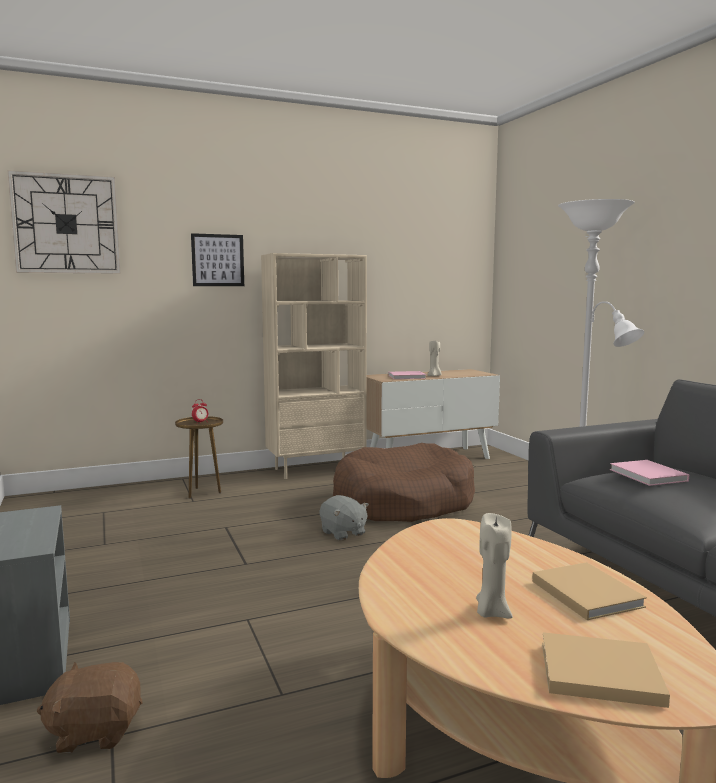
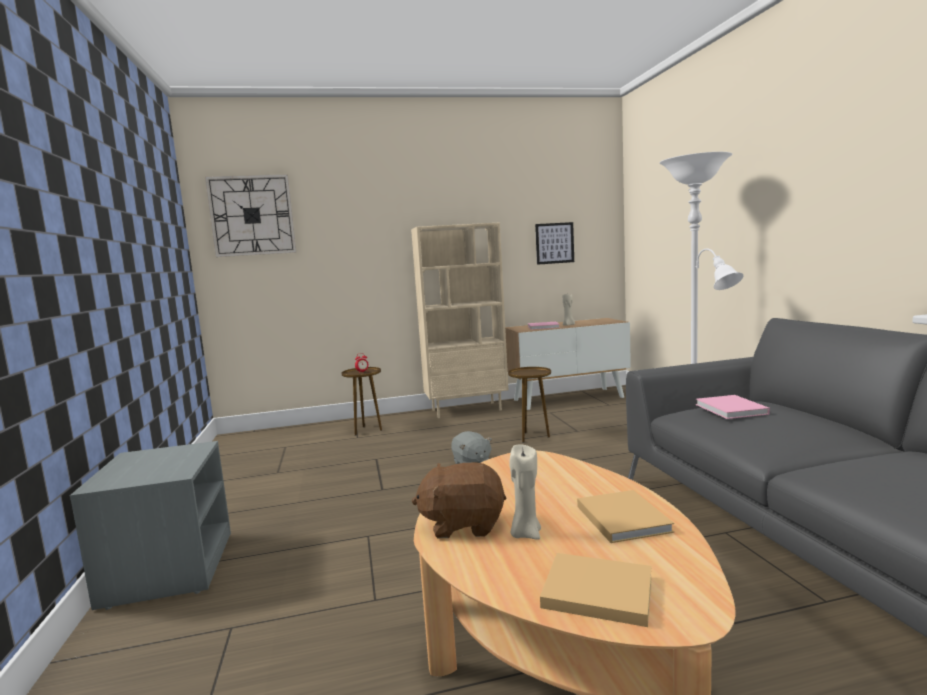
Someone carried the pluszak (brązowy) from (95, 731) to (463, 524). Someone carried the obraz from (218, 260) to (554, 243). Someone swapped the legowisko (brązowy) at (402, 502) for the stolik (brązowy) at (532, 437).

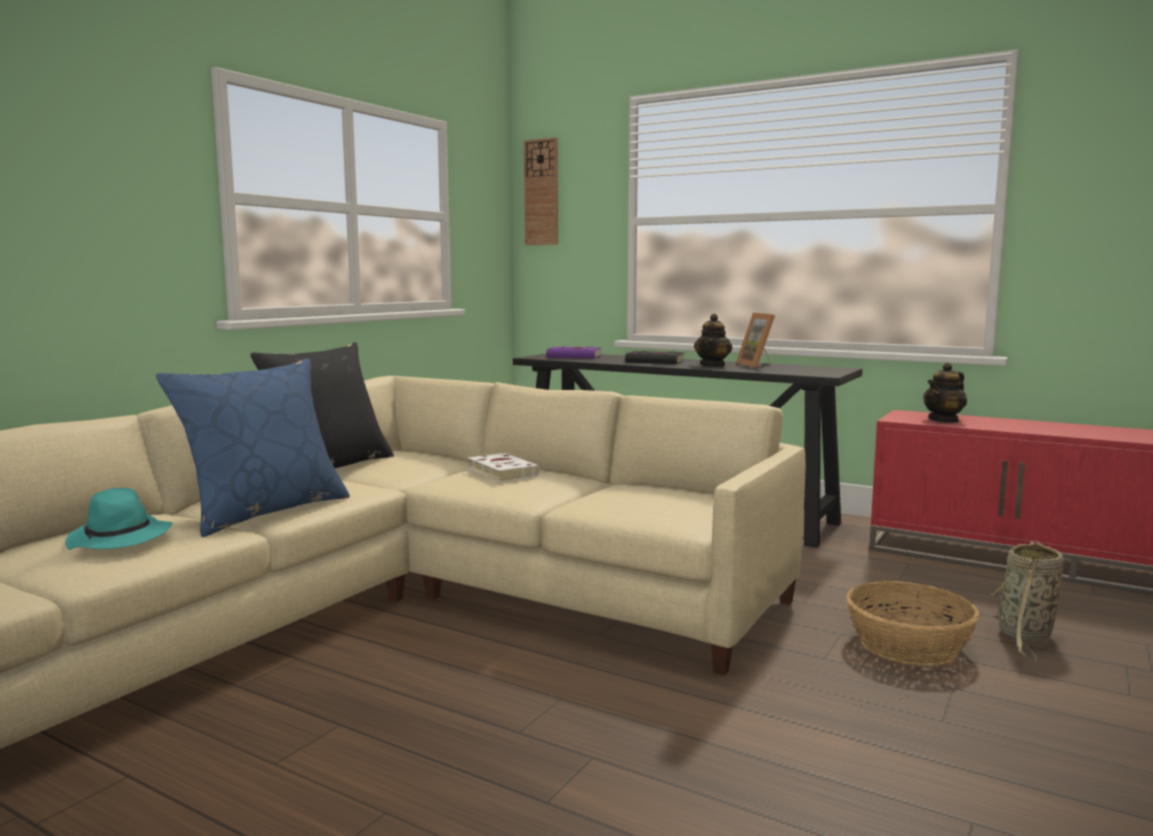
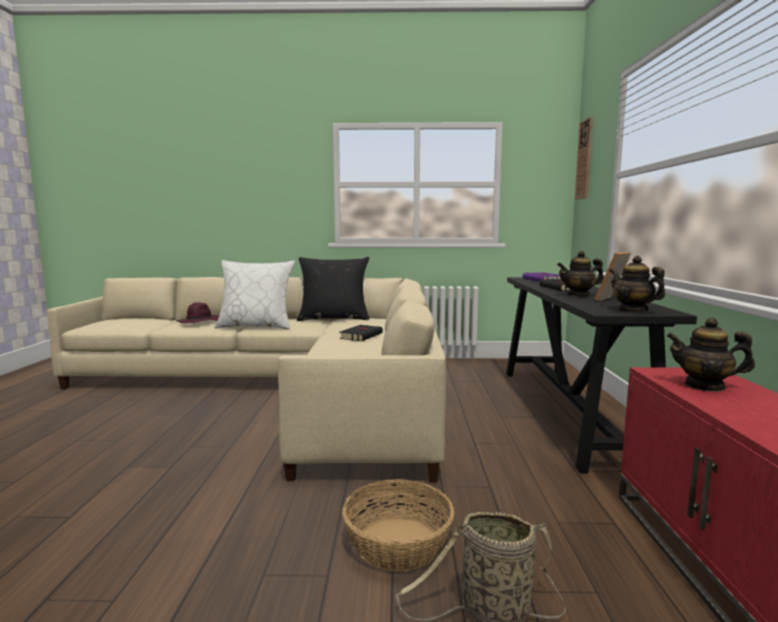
Someone repainted the kapelusz (turkusowy) at (120, 539), which became the kapelusz (fioletowy) at (199, 322). Someone repainted the poduszka (niebieski) at (264, 511), which became the poduszka (biały) at (256, 326). Someone repainted the książka (biały) at (501, 472), which became the książka (czarny) at (361, 336). Someone put down the imbryk at (633, 310).

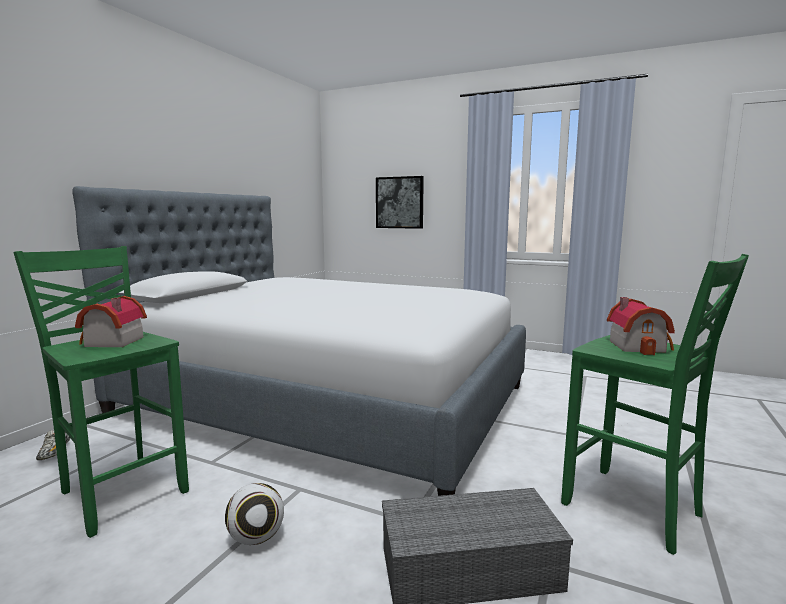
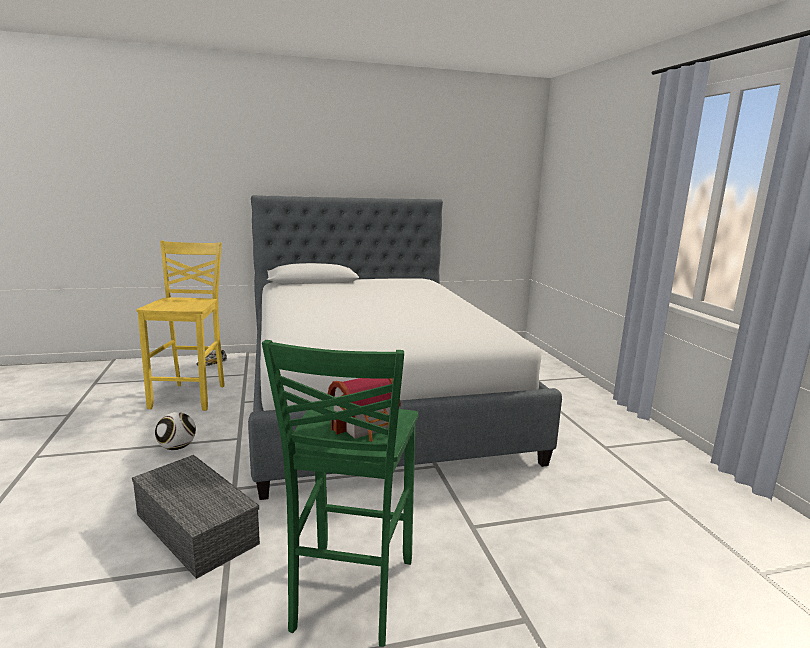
Someone repainted the stołek (zielony) at (122, 492), which became the stołek (żółty) at (191, 396). Someone took away the domek at (110, 342). Someone took away the obraz at (399, 202).

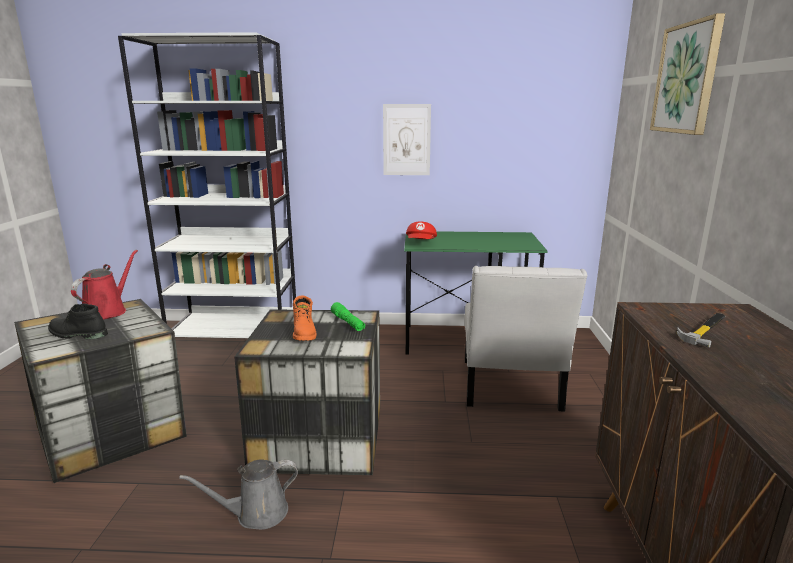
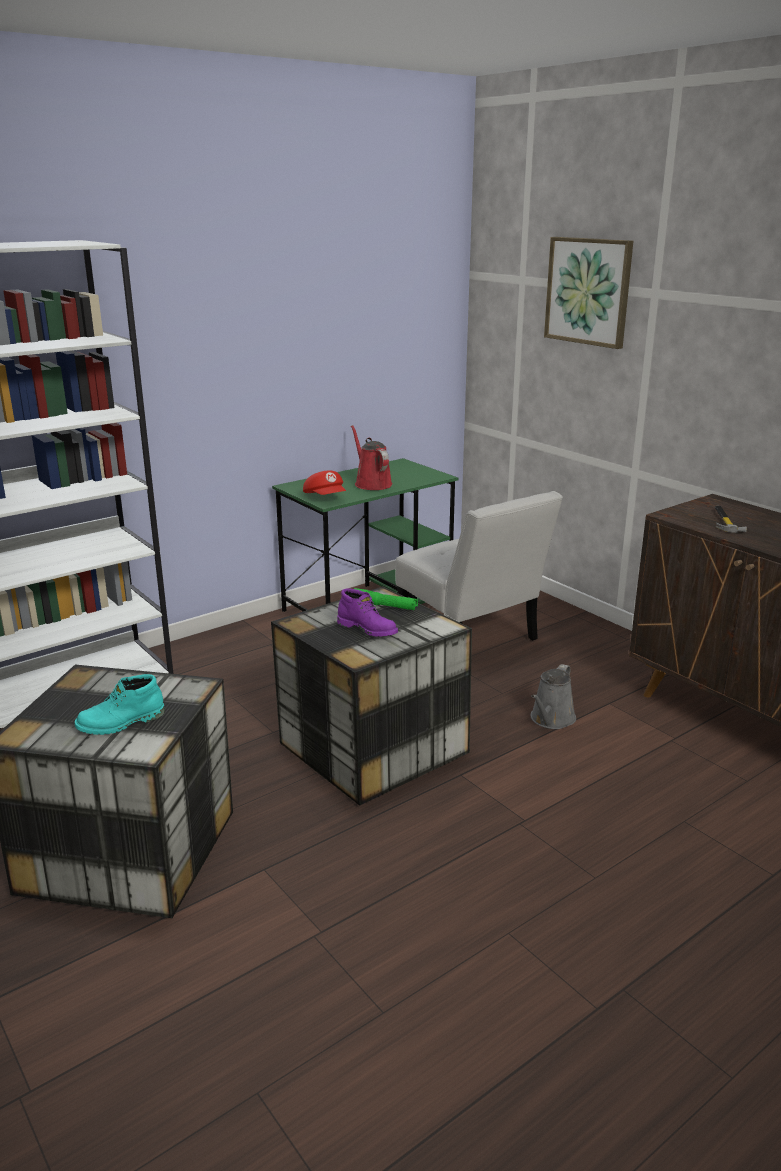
Someone repainted the but z cholewką (czarny) at (77, 334), which became the but z cholewką (turkusowy) at (121, 723). Someone carried the konewka (czerwony) from (107, 311) to (371, 483). Someone carried the konewka (szary) from (256, 513) to (551, 719). Someone repainted the but z cholewką (pomarańczowy) at (304, 332), which became the but z cholewką (fioletowy) at (368, 629). Someone took away the obraz at (406, 140).

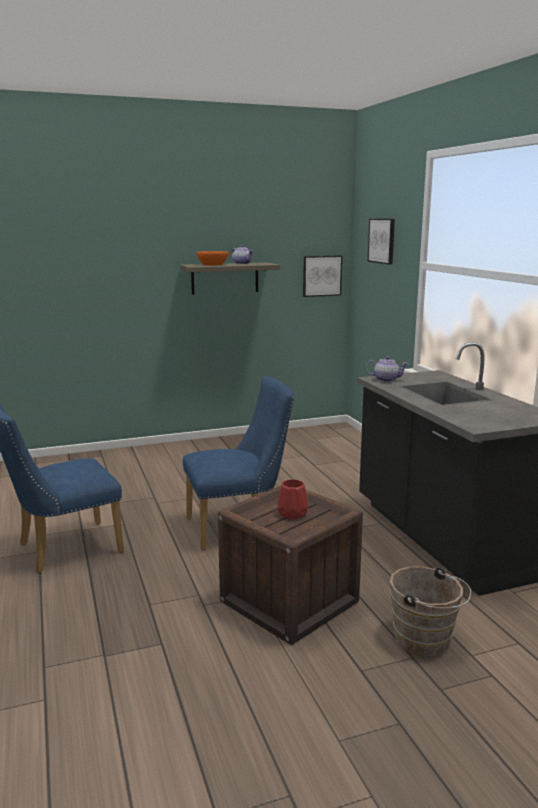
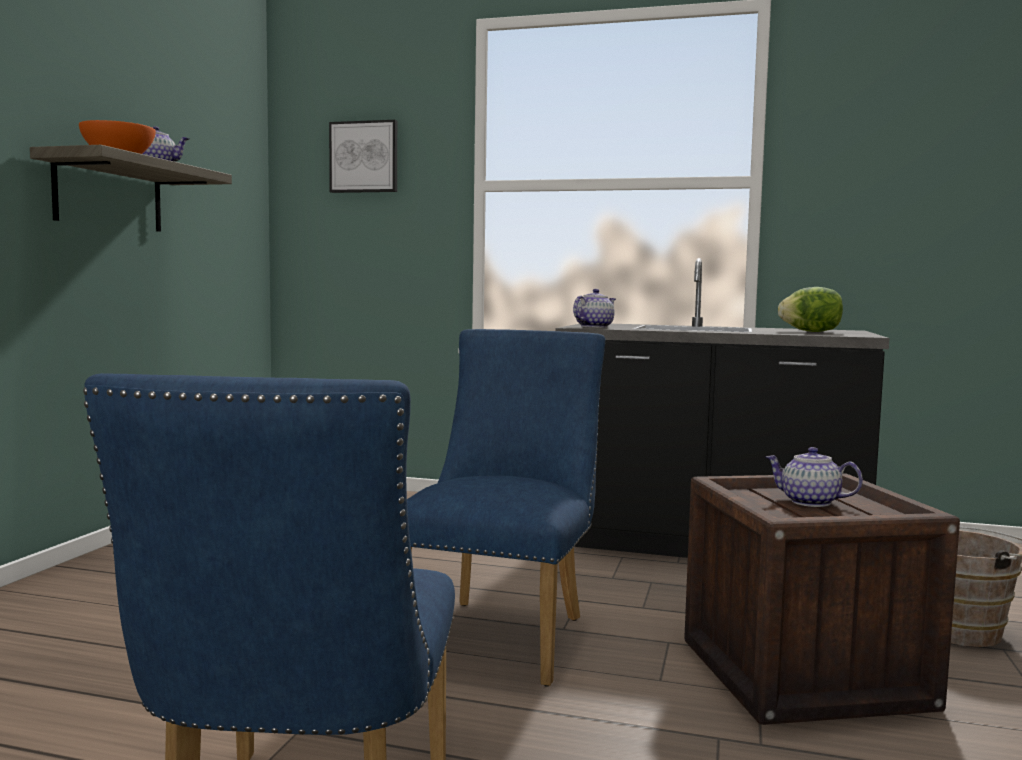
Someone swapped the wazon (czerwony) at (292, 514) for the imbryk at (809, 502). Someone took away the obraz at (321, 276). Someone put down the sałata at (811, 331).

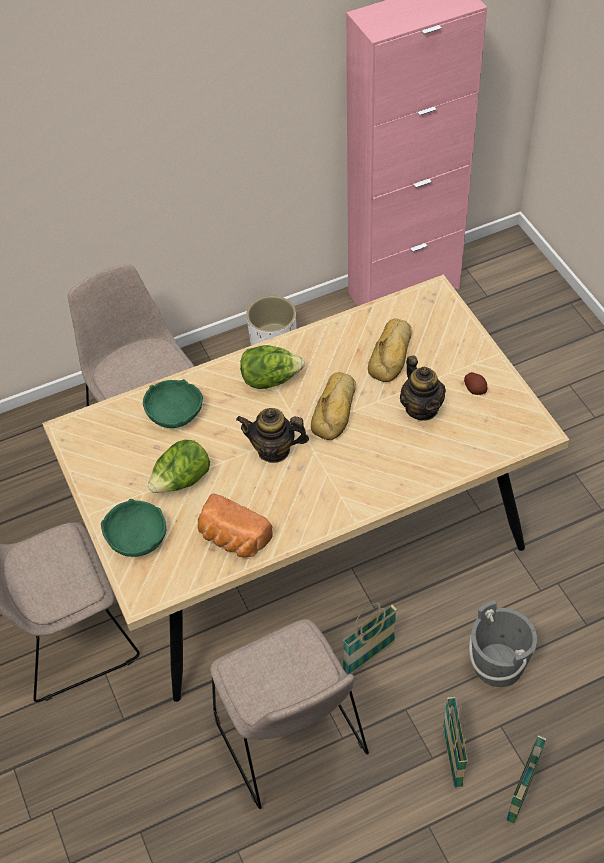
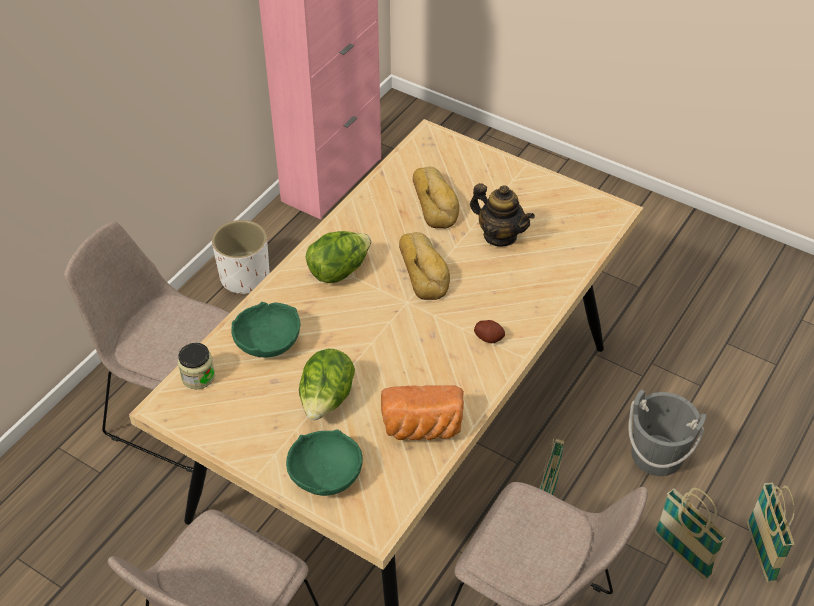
Someone took away the imbryk at (274, 450). Someone carried the ziemniak from (475, 389) to (489, 337). Someone put down the słoik at (198, 377).

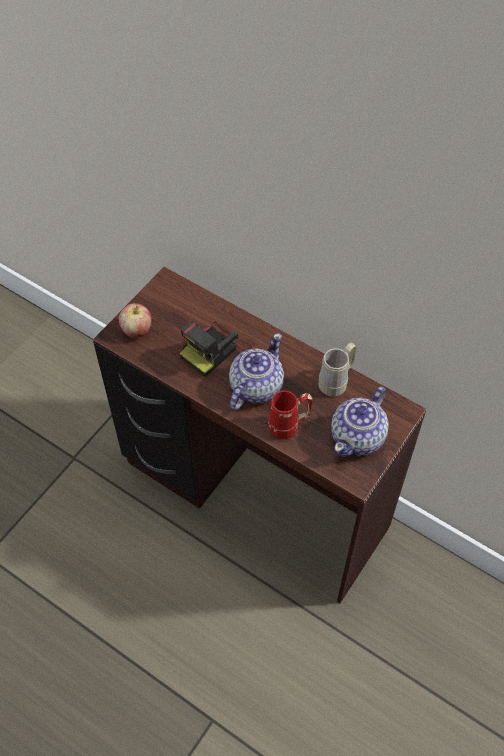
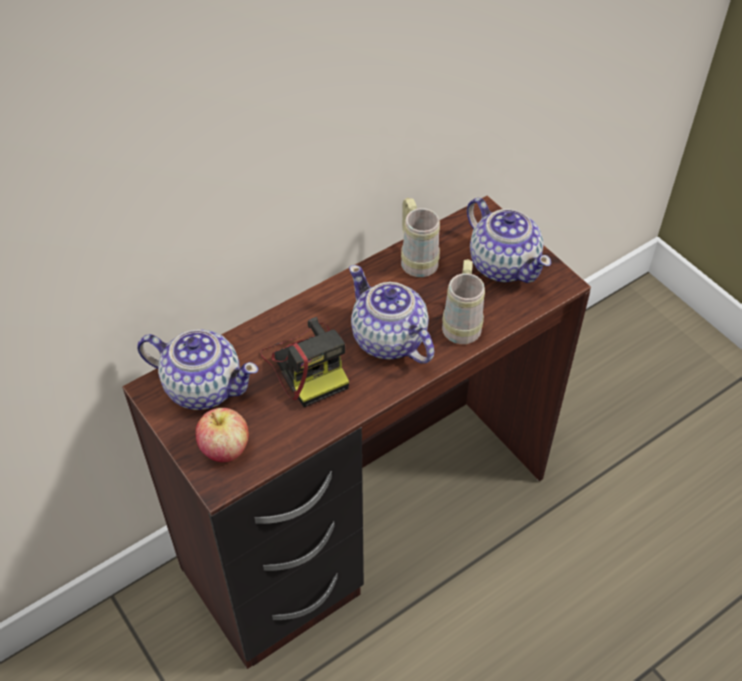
Someone repainted the kubek (czerwony) at (289, 426), which became the kubek (beżowy) at (462, 323). Someone put down the imbryk at (202, 386).

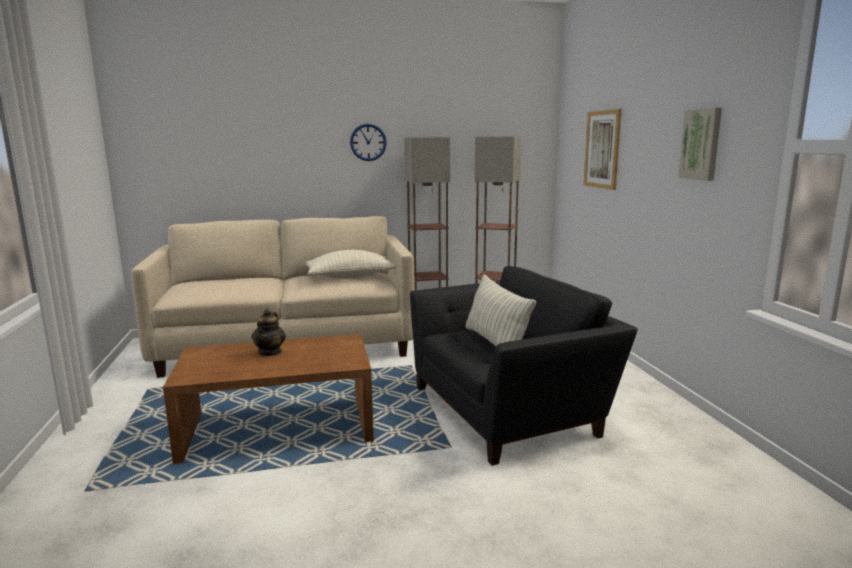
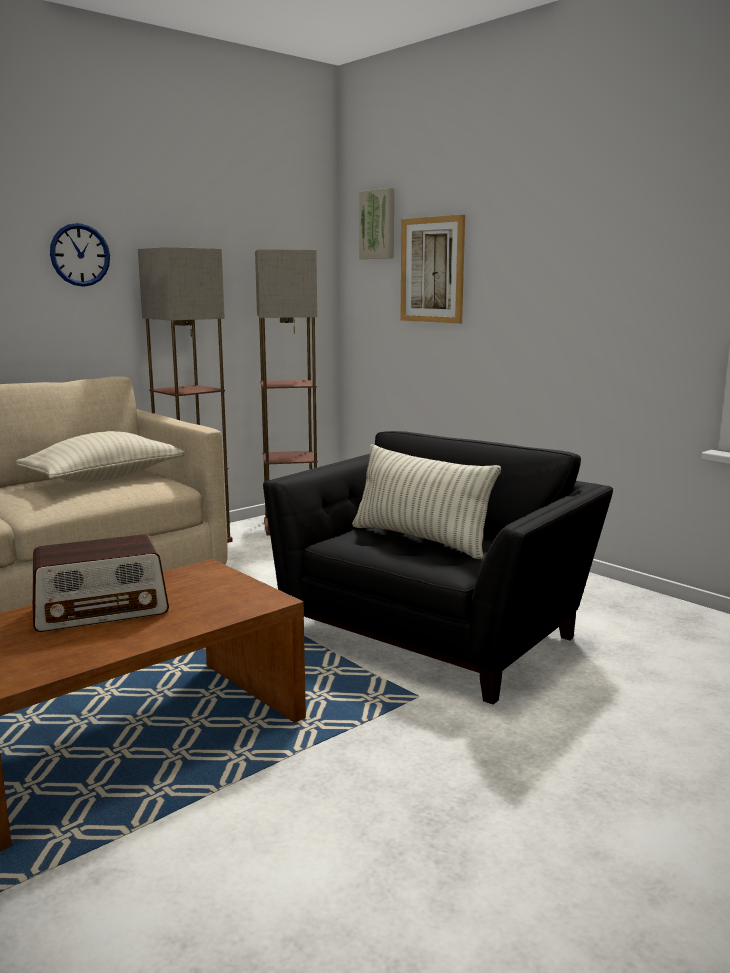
Someone swapped the imbryk at (270, 352) for the radio at (101, 610). Someone carried the obraz from (701, 144) to (378, 224).

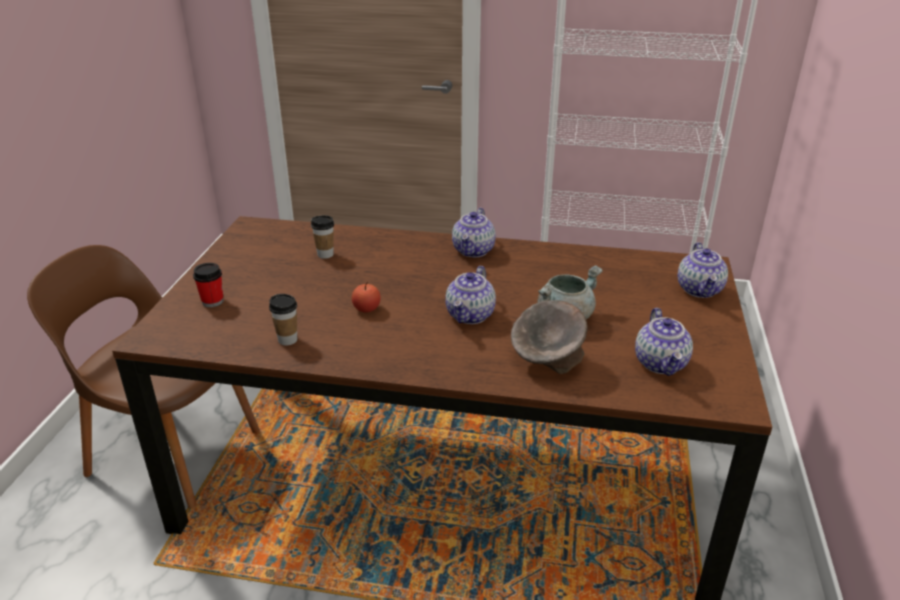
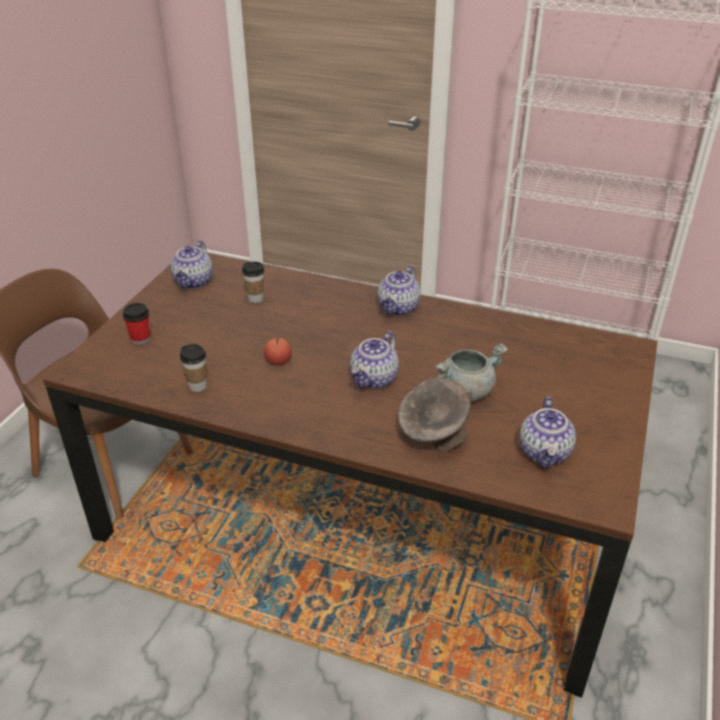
Someone carried the imbryk from (700, 290) to (194, 282).

